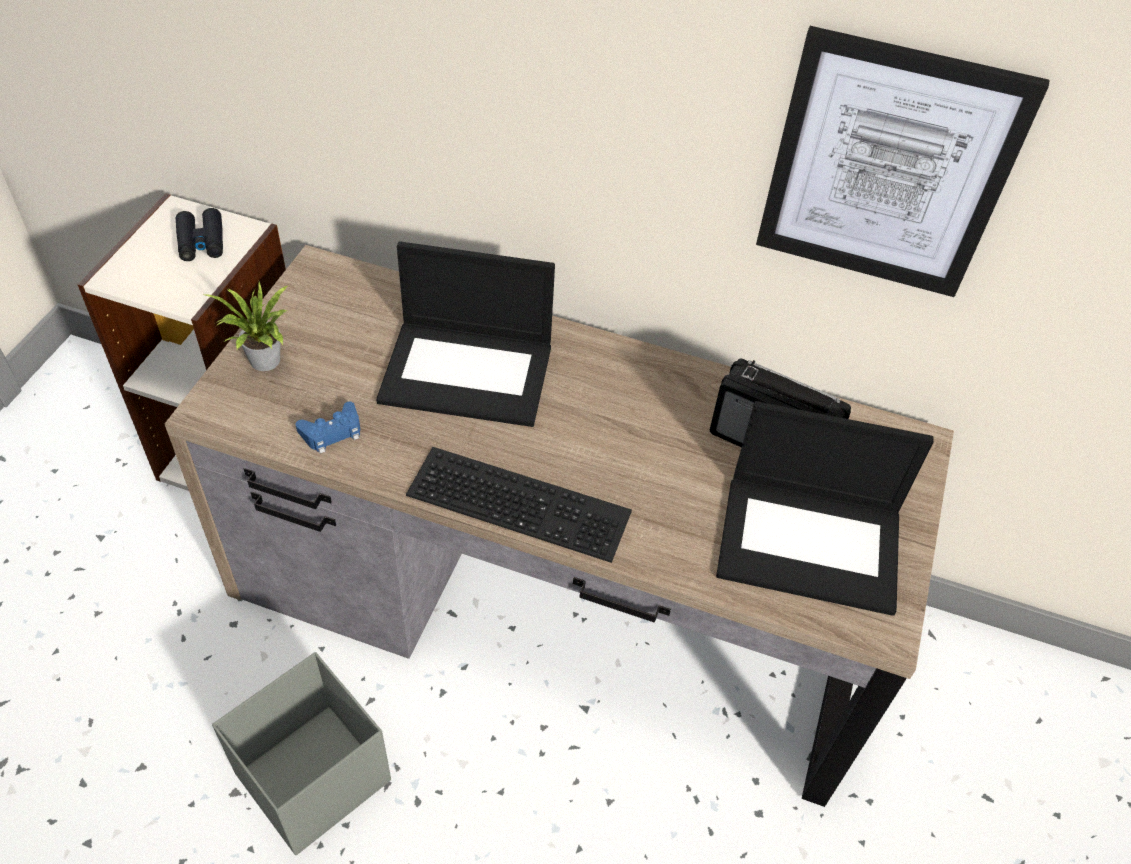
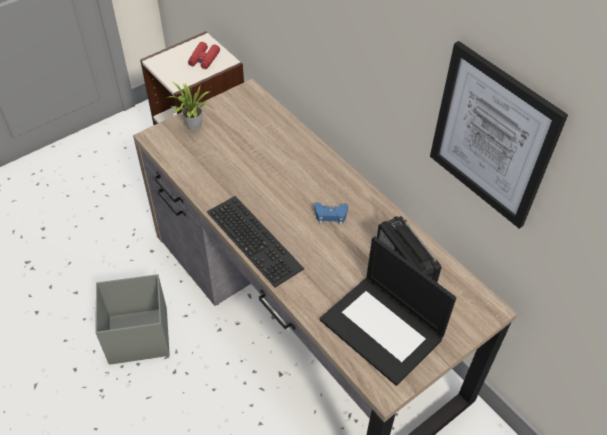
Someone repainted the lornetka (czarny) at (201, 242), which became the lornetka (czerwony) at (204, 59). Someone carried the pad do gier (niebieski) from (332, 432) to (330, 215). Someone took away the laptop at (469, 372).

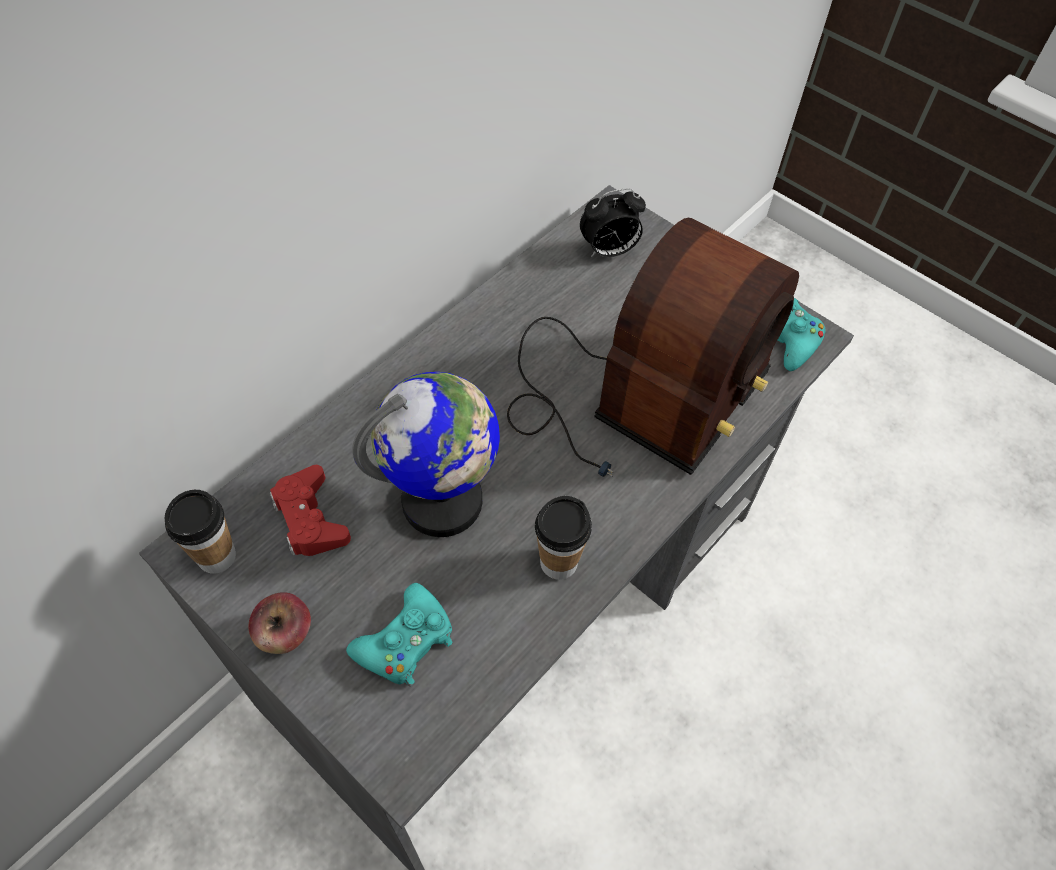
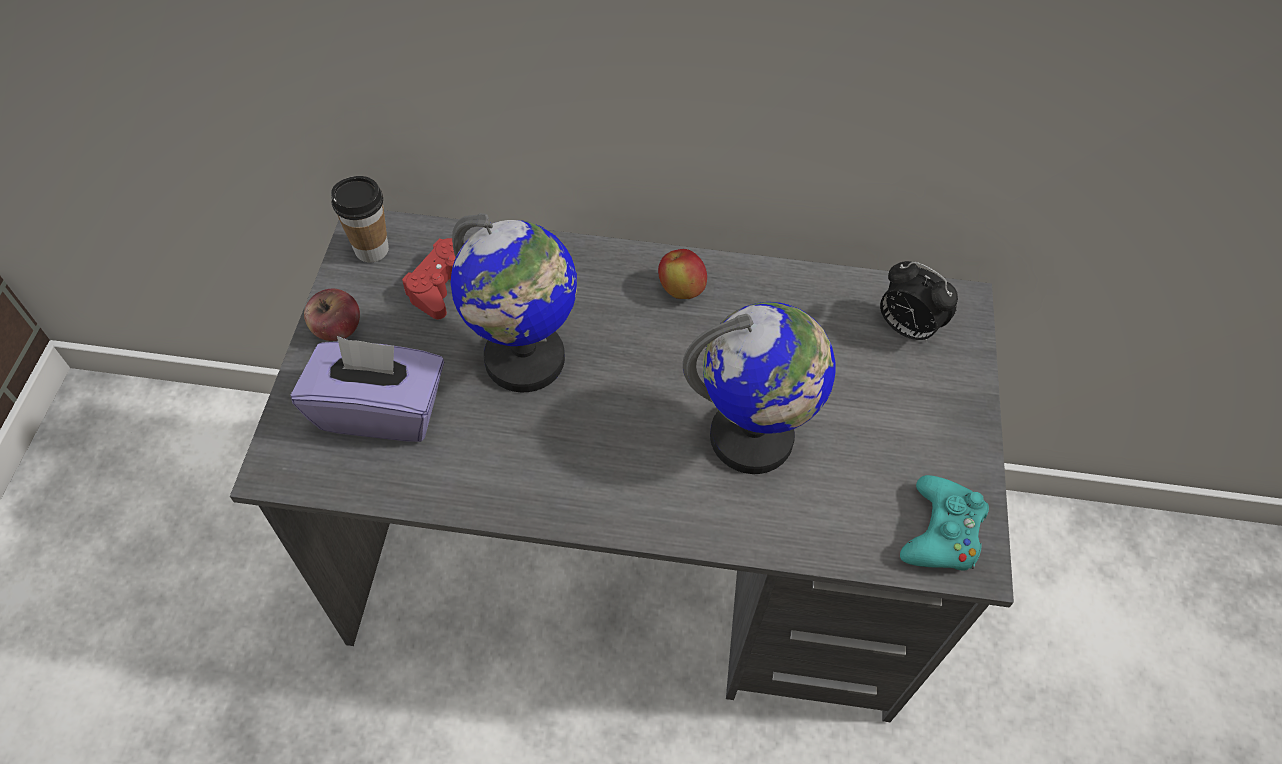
Someone swapped the pad do gier (turkusowy) at (406, 642) for the pudełko chusteczek (fioletowy) at (380, 409). Someone swapped the radio at (633, 395) for the globus at (752, 438). Someone took away the filiżanka at (558, 562). Someone put down the jabłko at (681, 290).

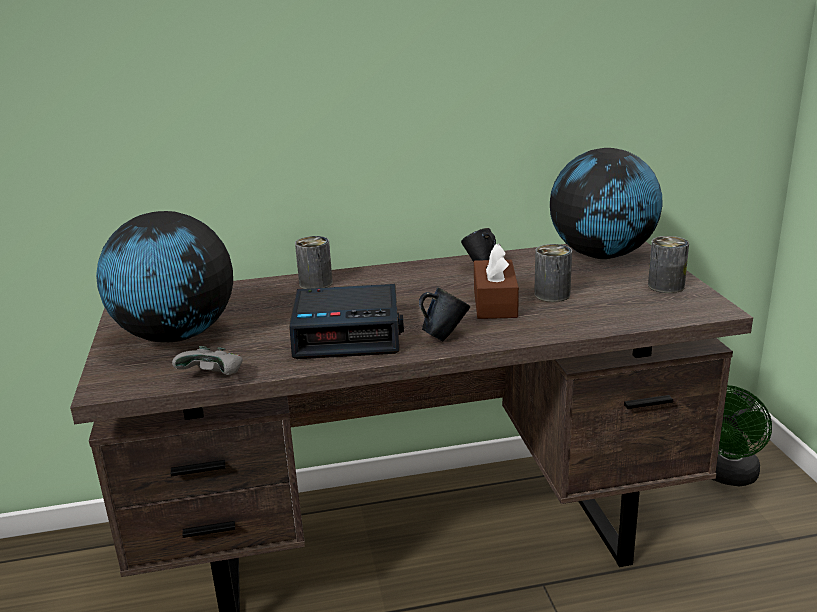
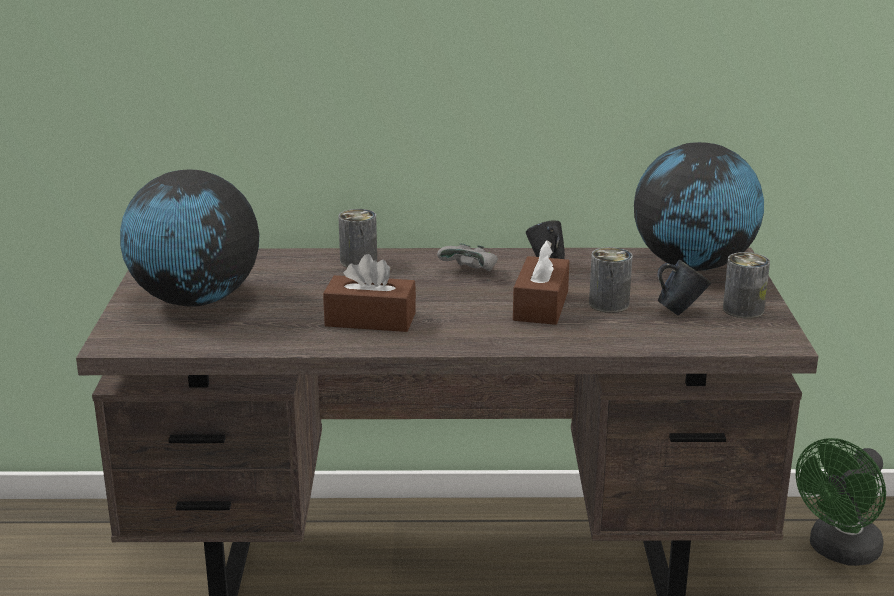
Someone carried the pad do gier (szary) from (214, 377) to (470, 272). Someone swapped the budzik at (348, 333) for the pudełko chusteczek (brązowy) at (370, 320). Someone carried the kubek (niebieski) from (444, 336) to (680, 311).

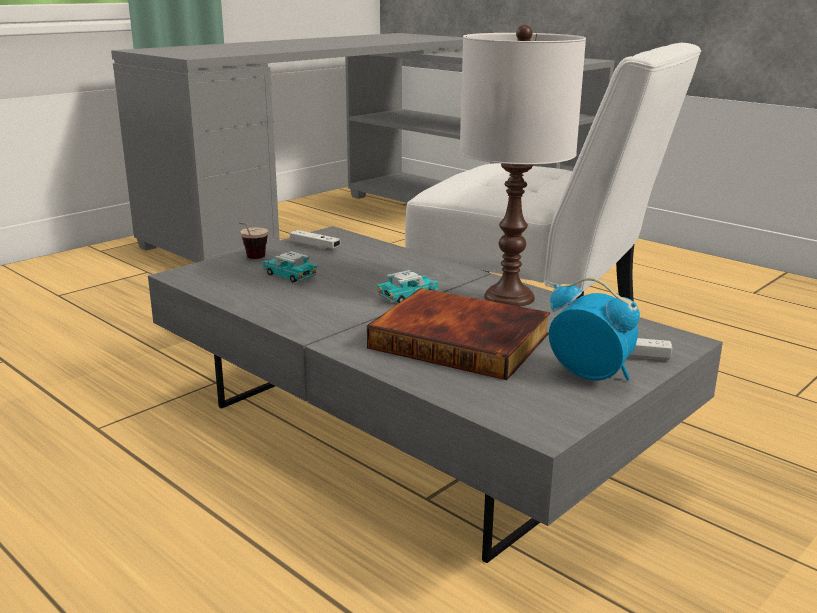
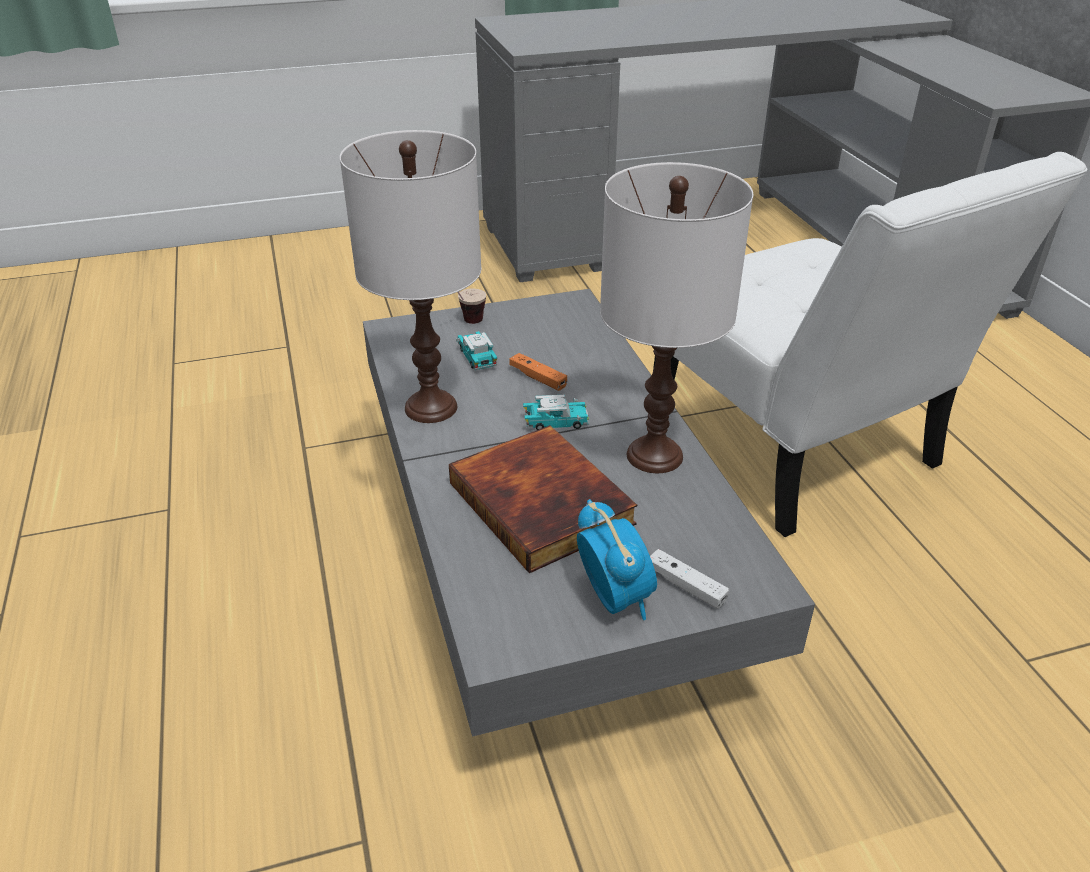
Someone took away the pad do gier (biały) at (314, 246). Someone put down the lampa stołowa (biały) at (430, 407). Someone put down the pad do gier (pomarańczowy) at (538, 378).

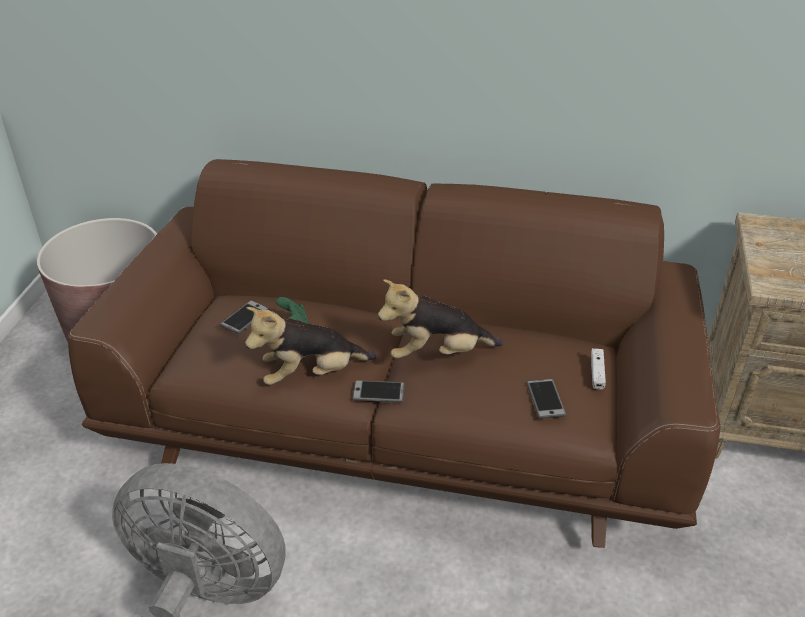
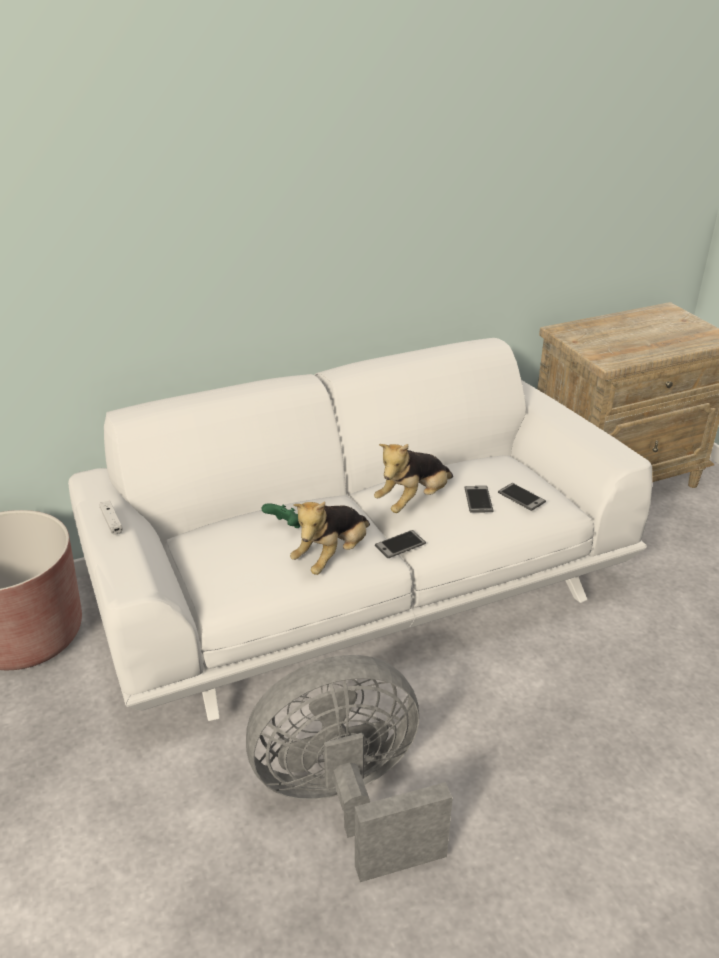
Someone repainted the kanapa (brązowy) at (404, 420), which became the kanapa (biały) at (360, 589). Someone carried the telefon from (245, 318) to (478, 500). Someone carried the pad do gier (biały) from (597, 372) to (111, 521).

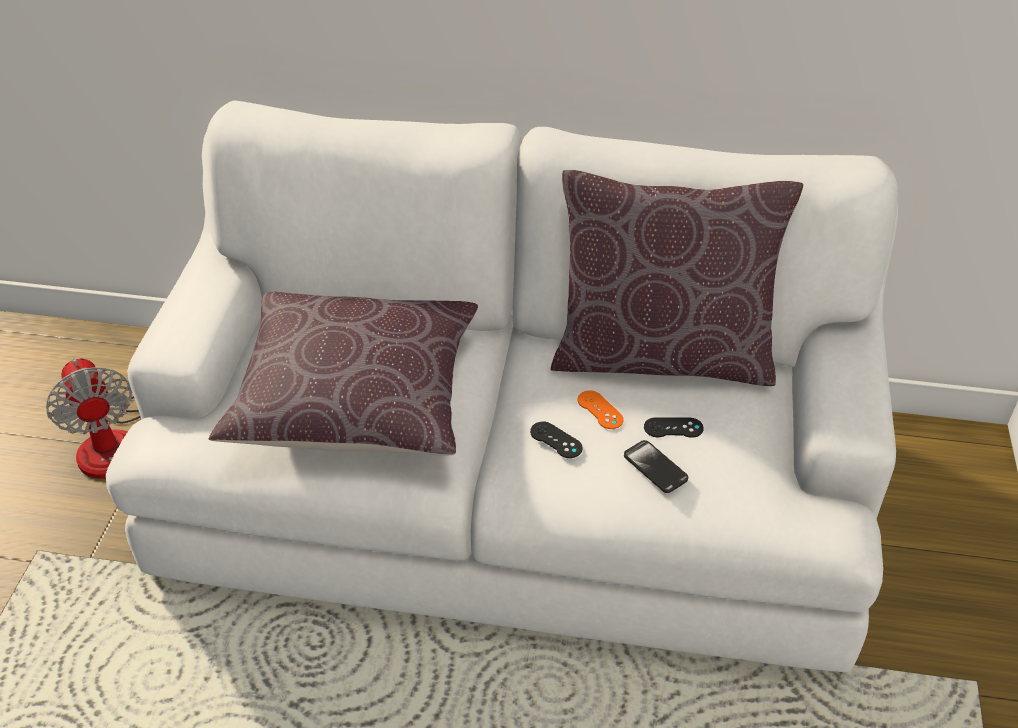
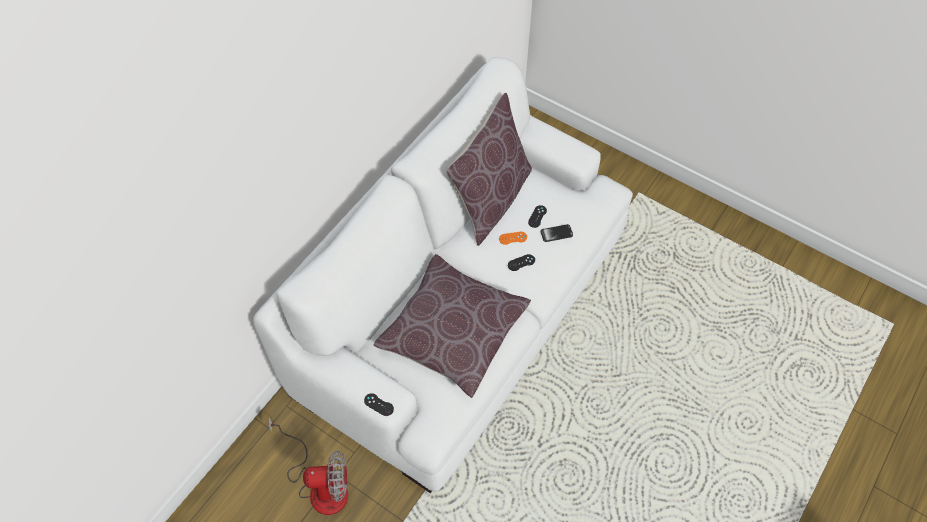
Someone put down the pad do gier (czarny) at (379, 404).

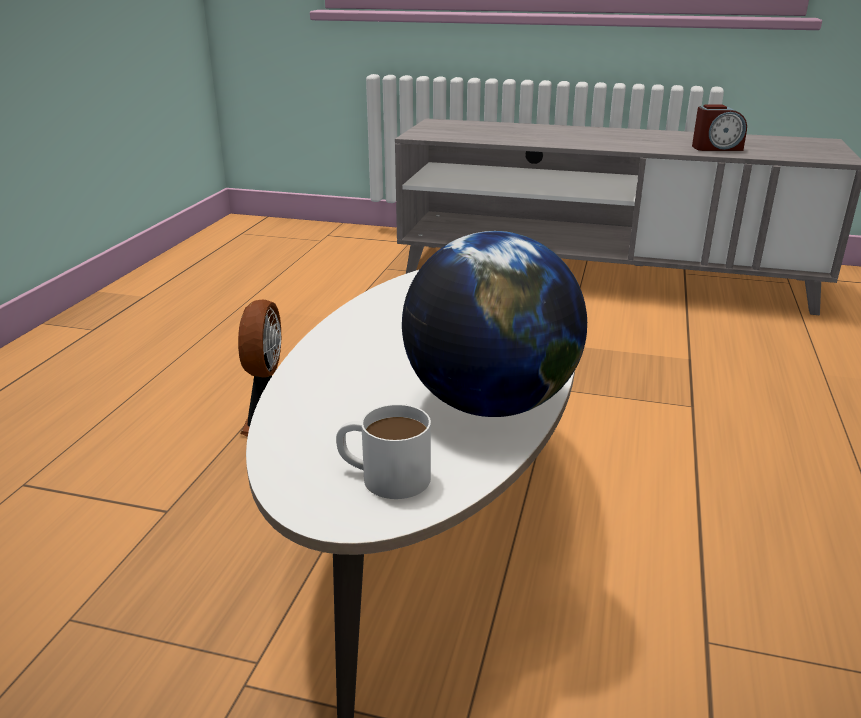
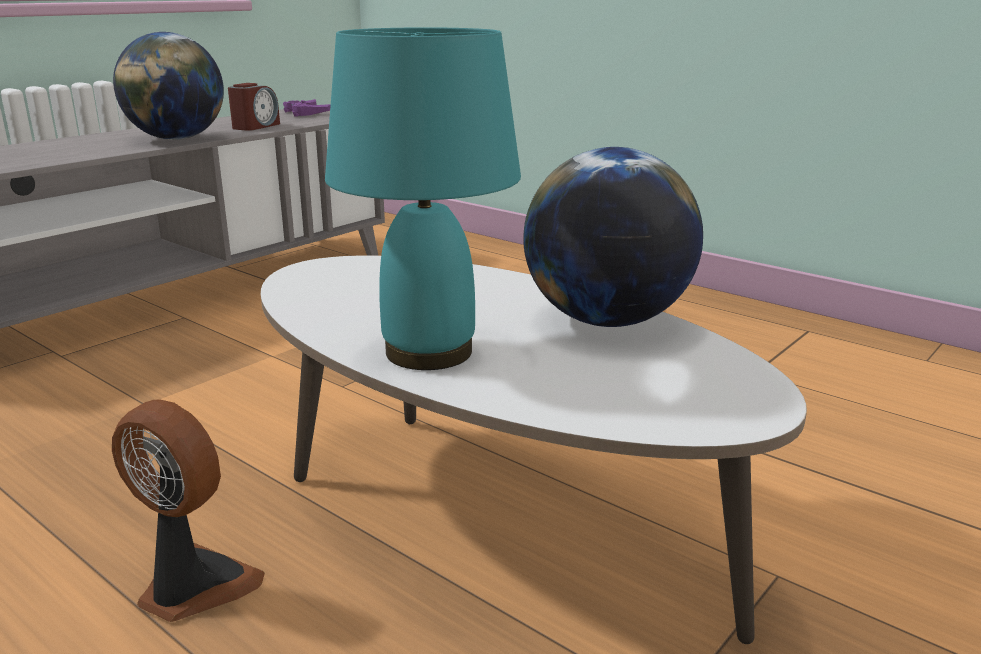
Someone took away the kubek (biały) at (383, 475). Someone put down the globus at (177, 139). Someone put down the pad do gier (fioletowy) at (306, 113). Someone put down the lampa stołowa (turkusowy) at (427, 352).

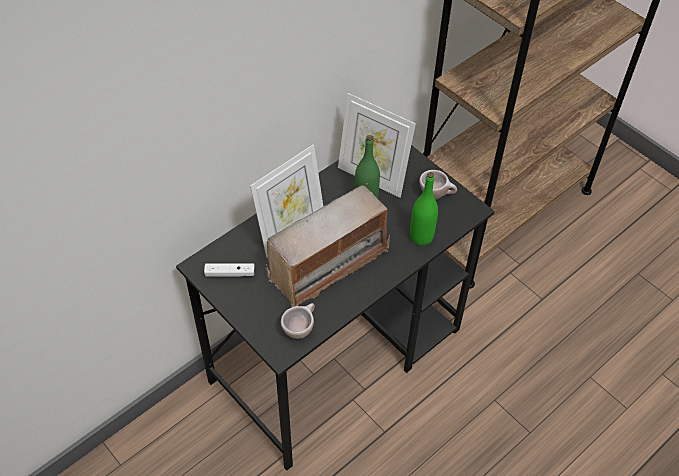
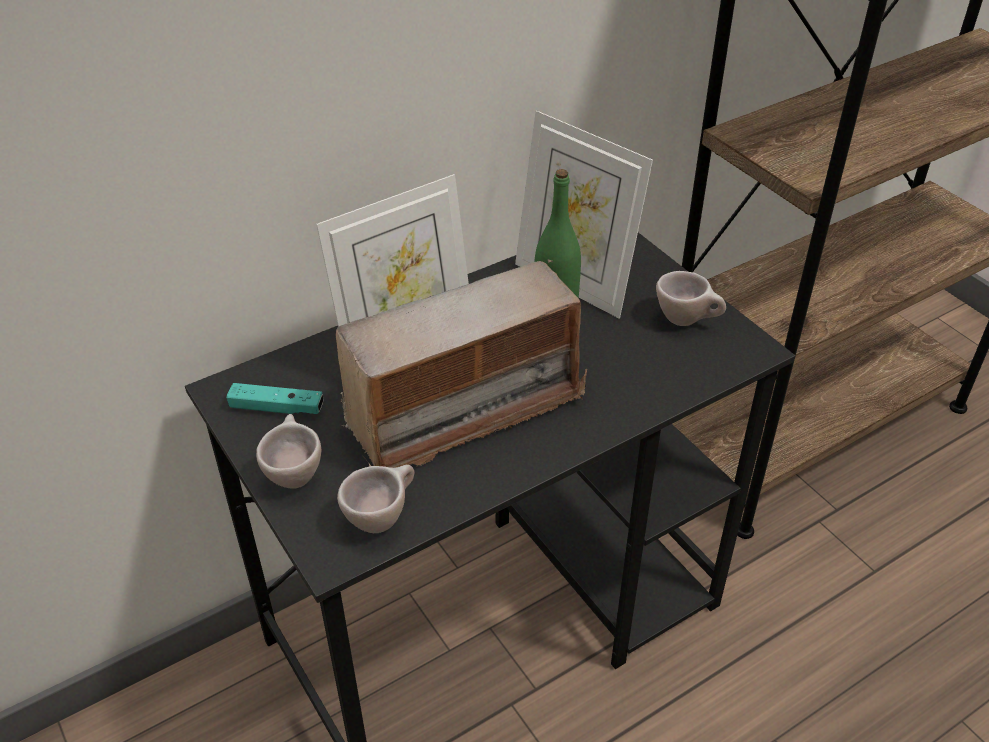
Someone repainted the pad do gier (biały) at (230, 273), which became the pad do gier (turkusowy) at (277, 408). Someone took away the butelka (zielony) at (421, 237). Someone put down the filiżanka (beżowy) at (293, 472).

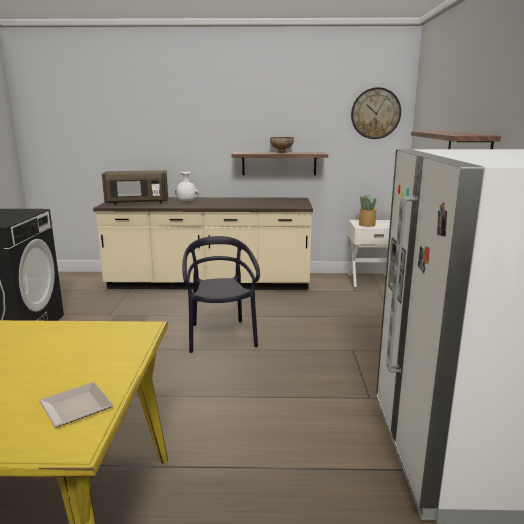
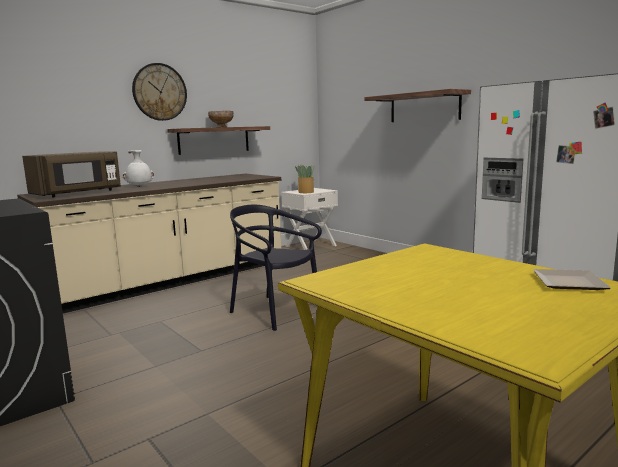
Someone carried the zegar ścienny from (375, 113) to (159, 92).

